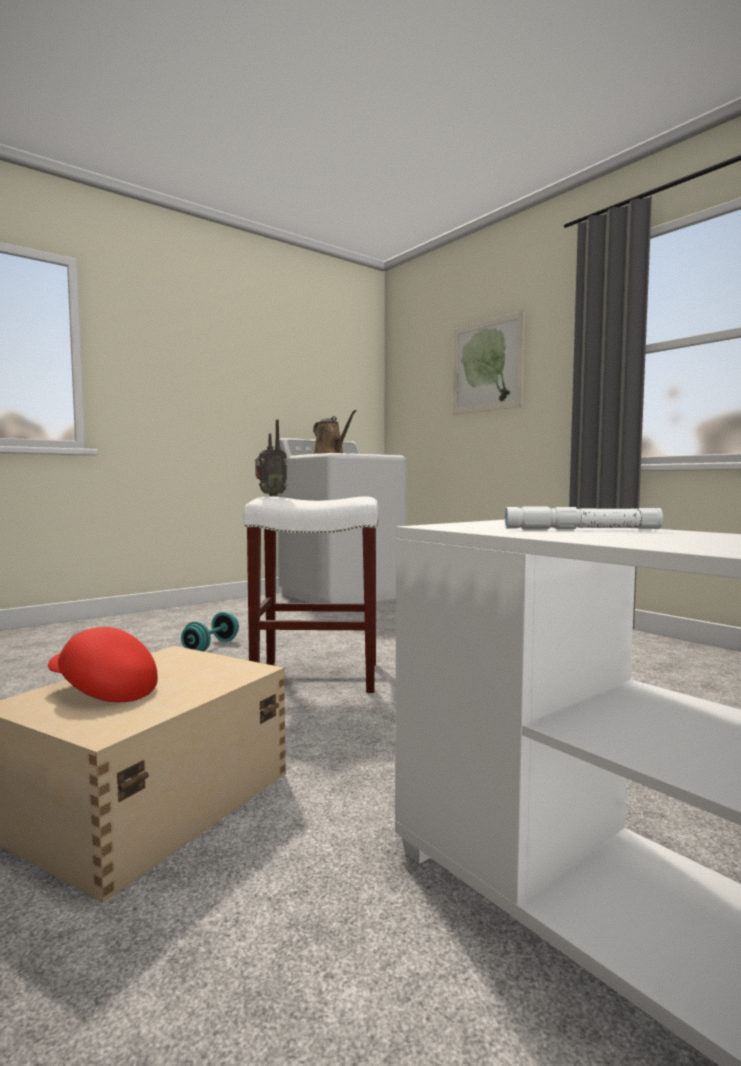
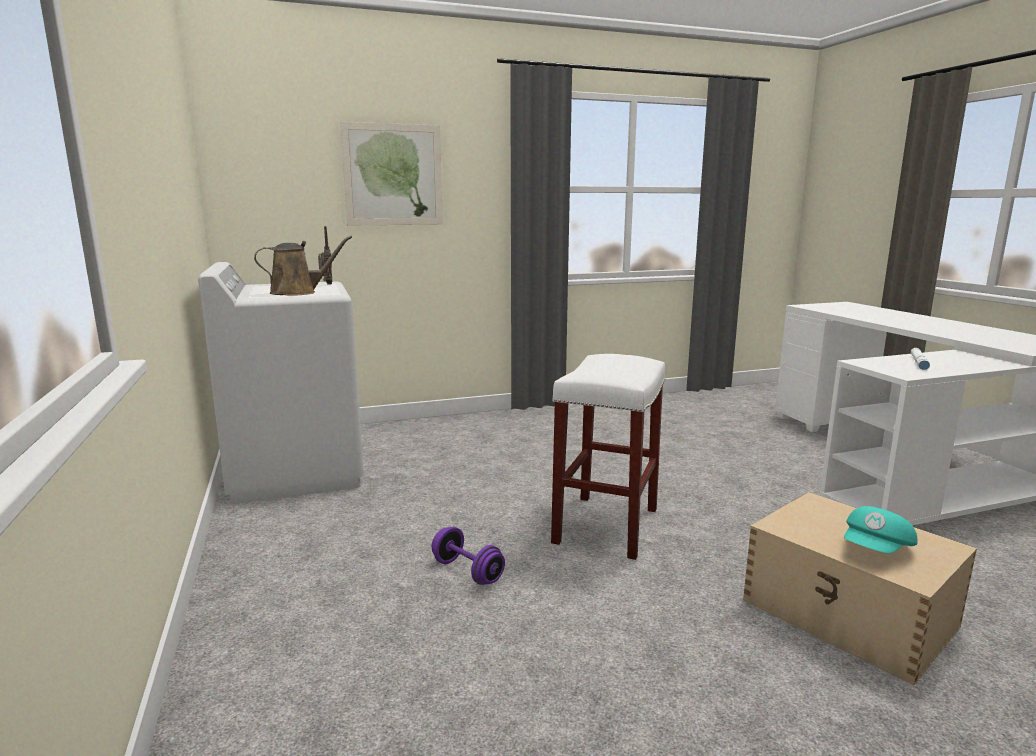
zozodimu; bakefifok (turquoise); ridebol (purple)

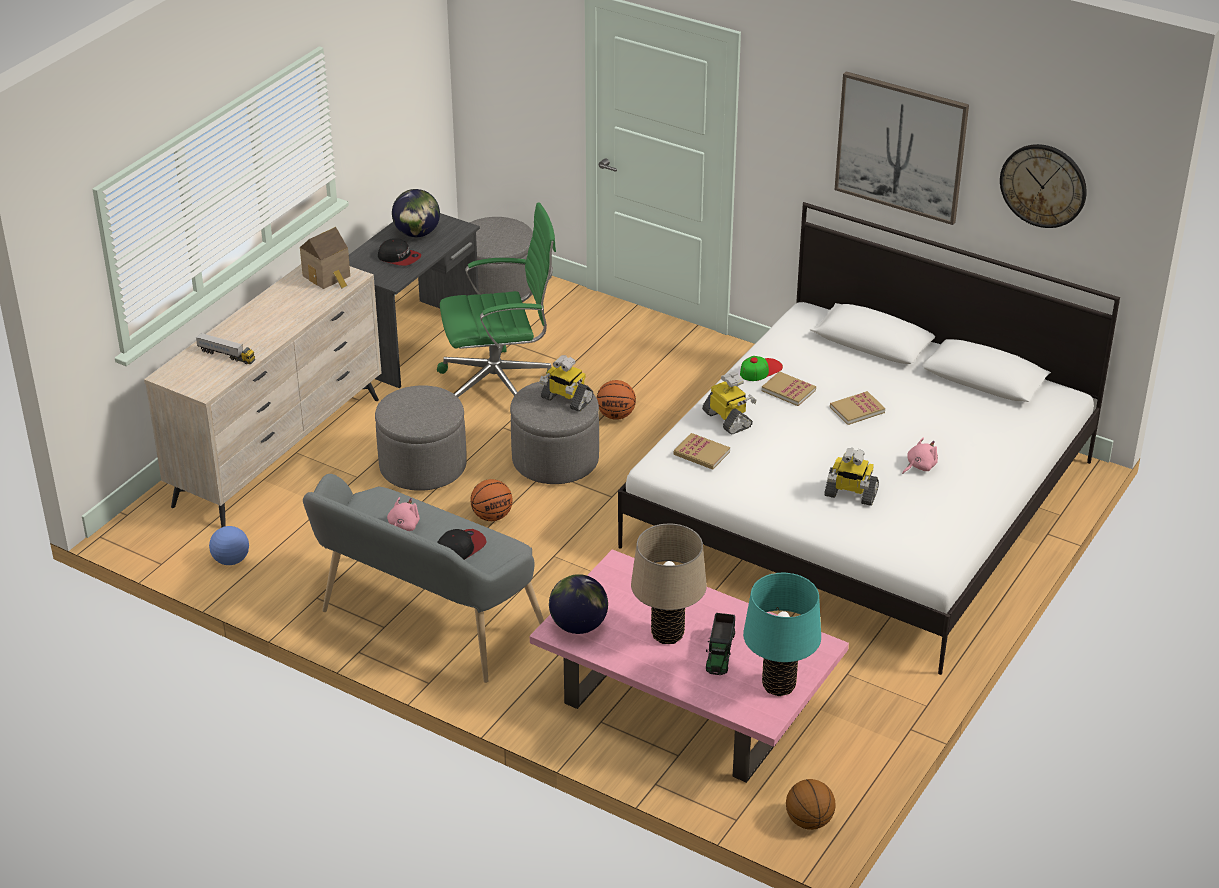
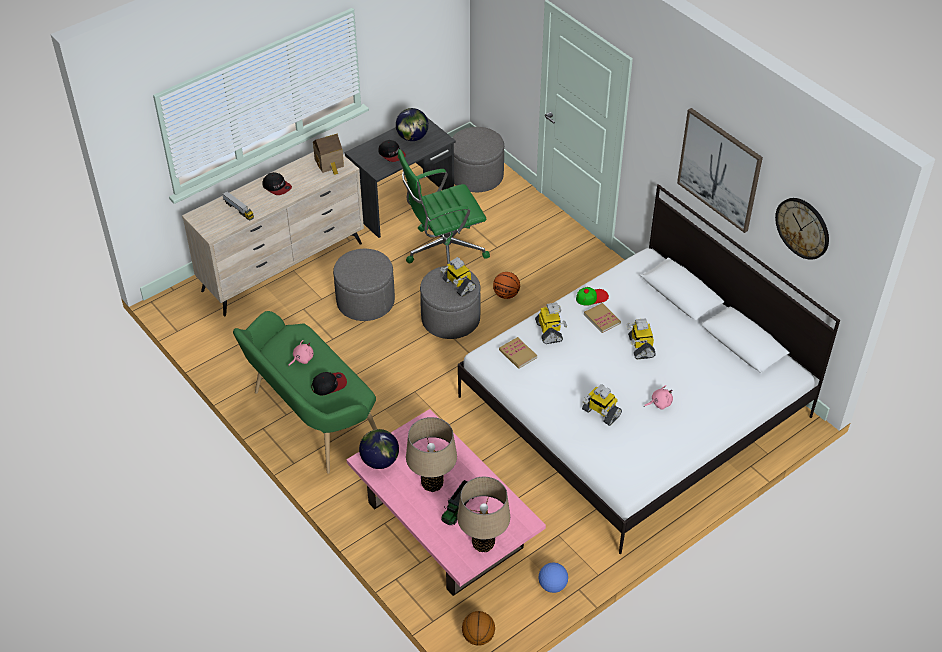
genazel (1st from left in the first image); bakefifok (1st from left); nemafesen; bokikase (4th from left); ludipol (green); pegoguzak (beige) (2nd from left); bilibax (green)

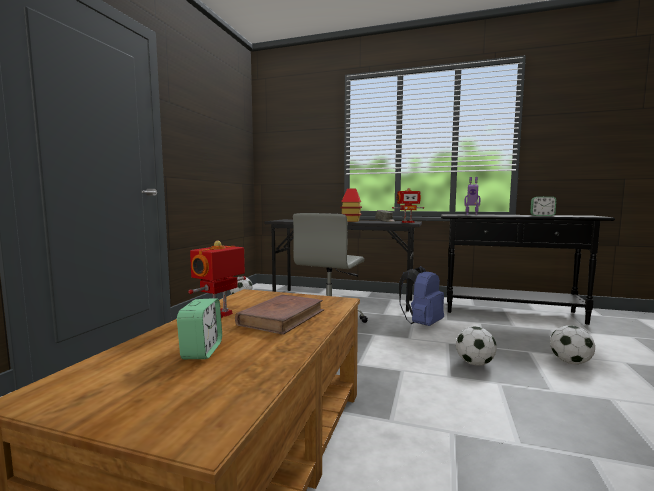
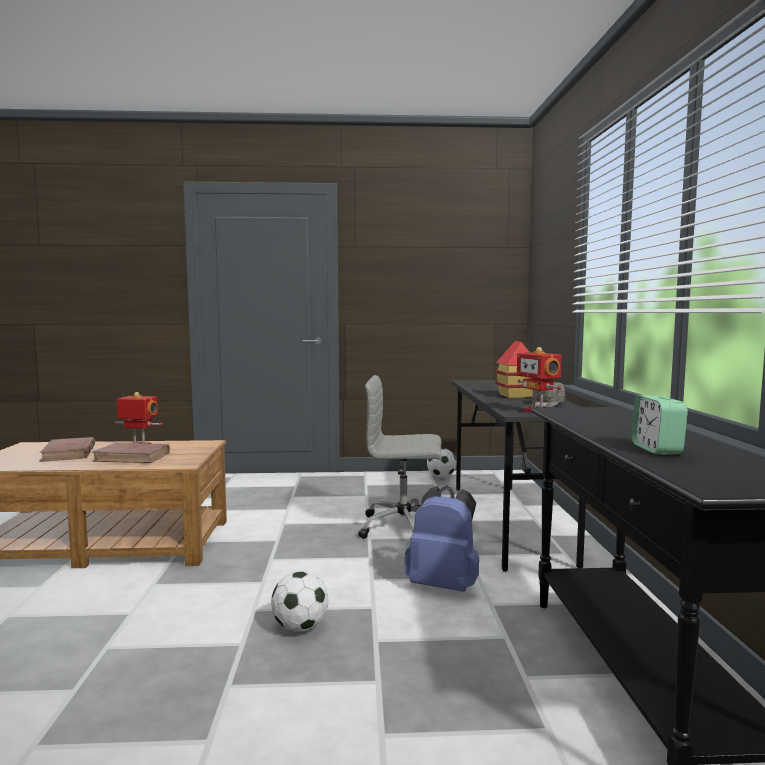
bokikase (3rd from left in the first image); nemafesen (3rd from left in the first image); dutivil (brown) (1st from left)

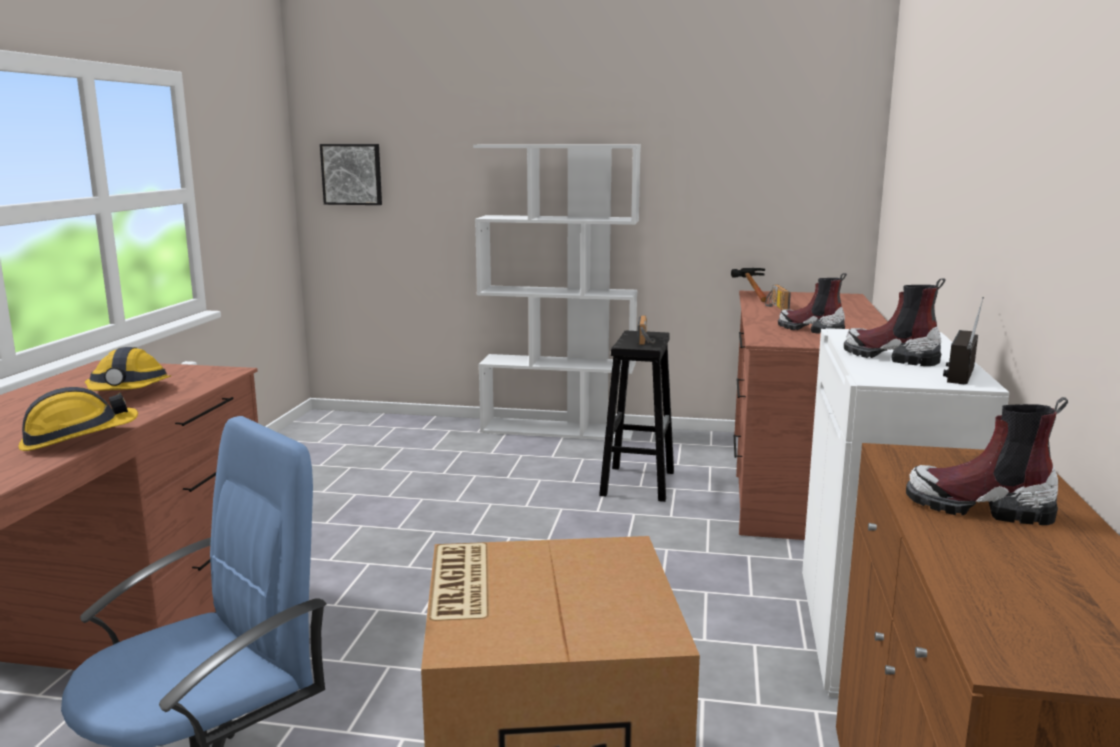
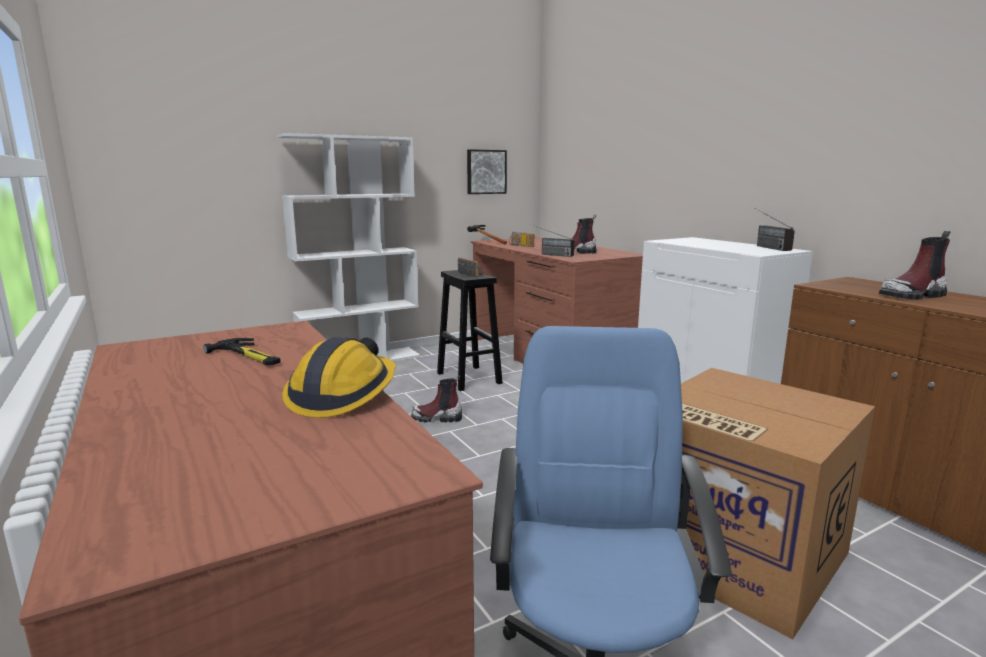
zozodimu (3rd from left); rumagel; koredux (1st from left); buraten (1st from left)

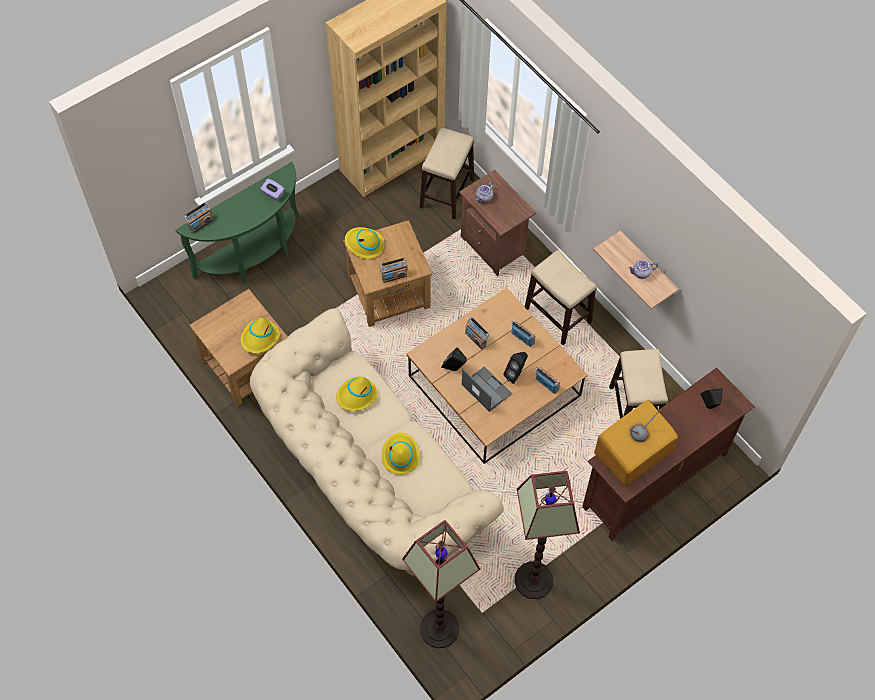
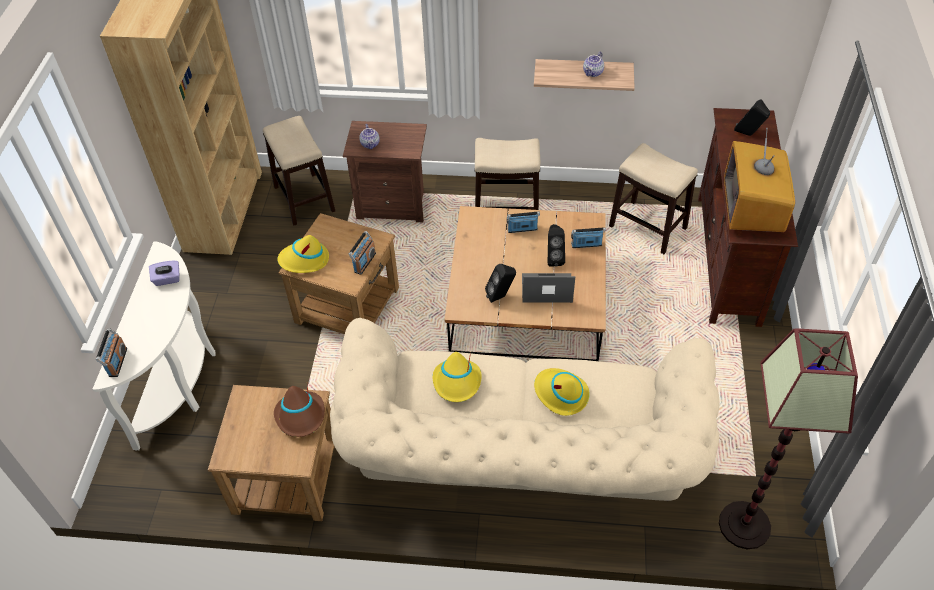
zozodimu (3rd from left in the first image); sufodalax (2nd from left in the first image); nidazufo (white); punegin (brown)

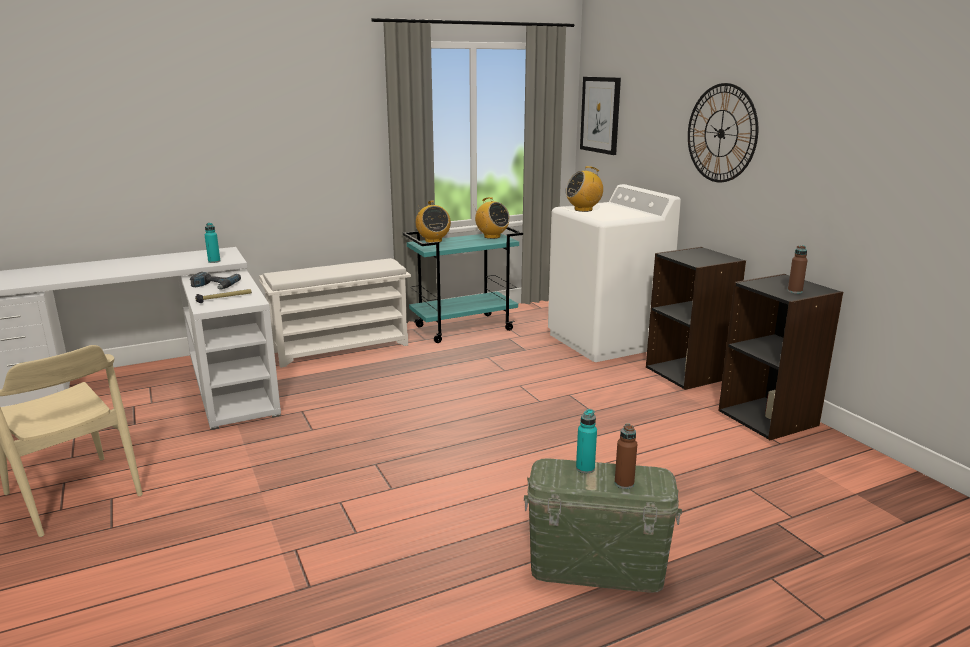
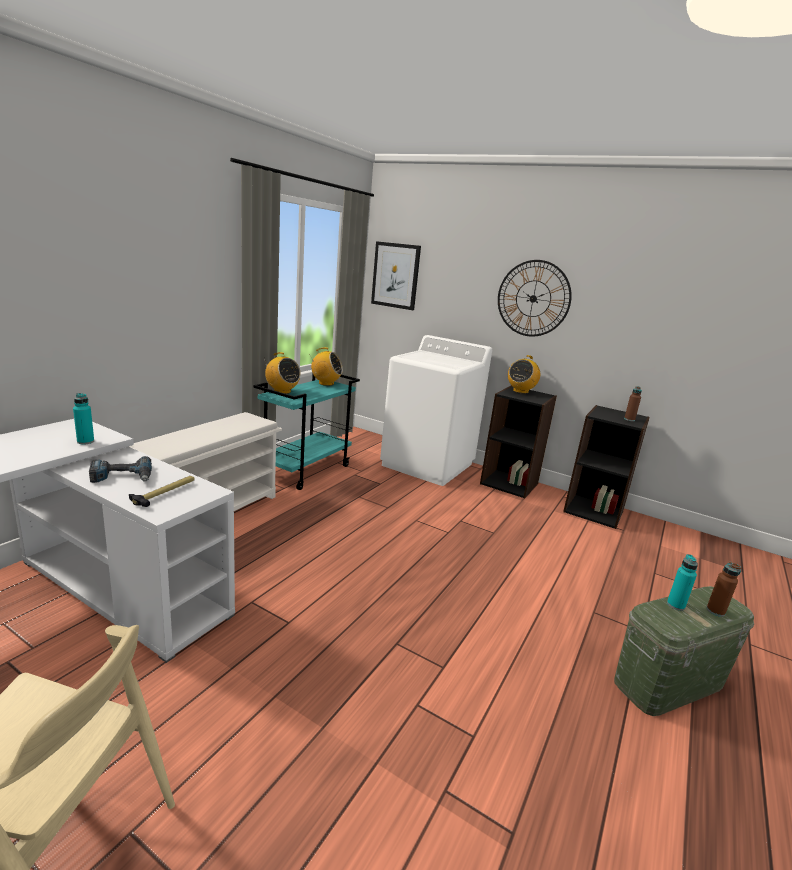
zozodimu (3rd from left)

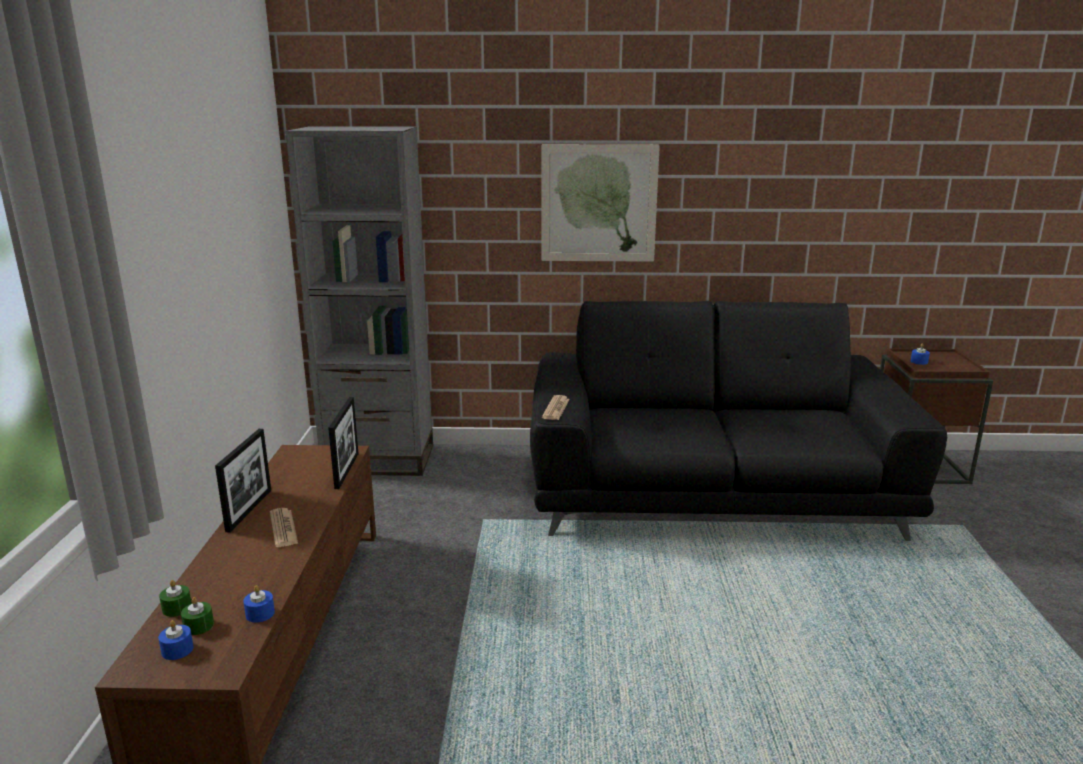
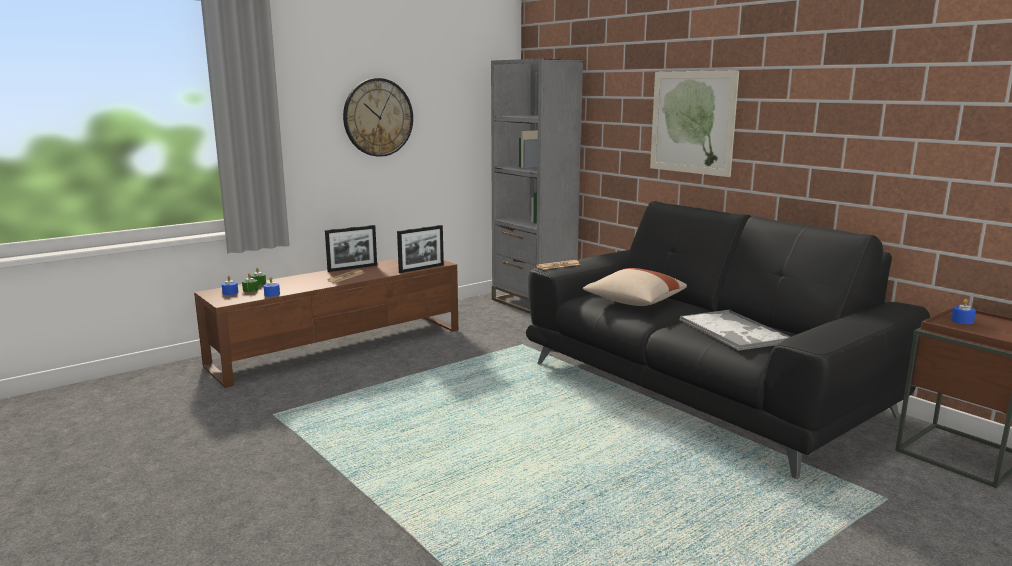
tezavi; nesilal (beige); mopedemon

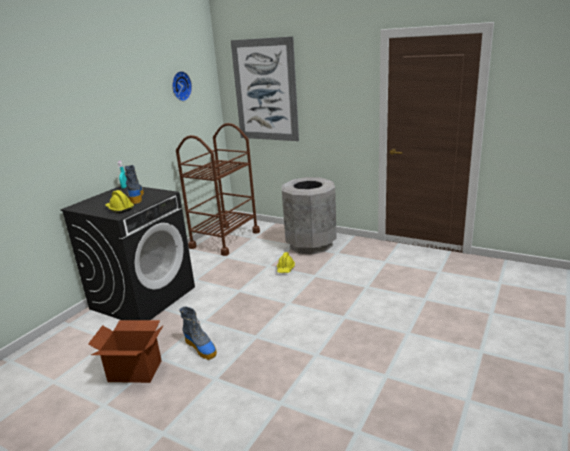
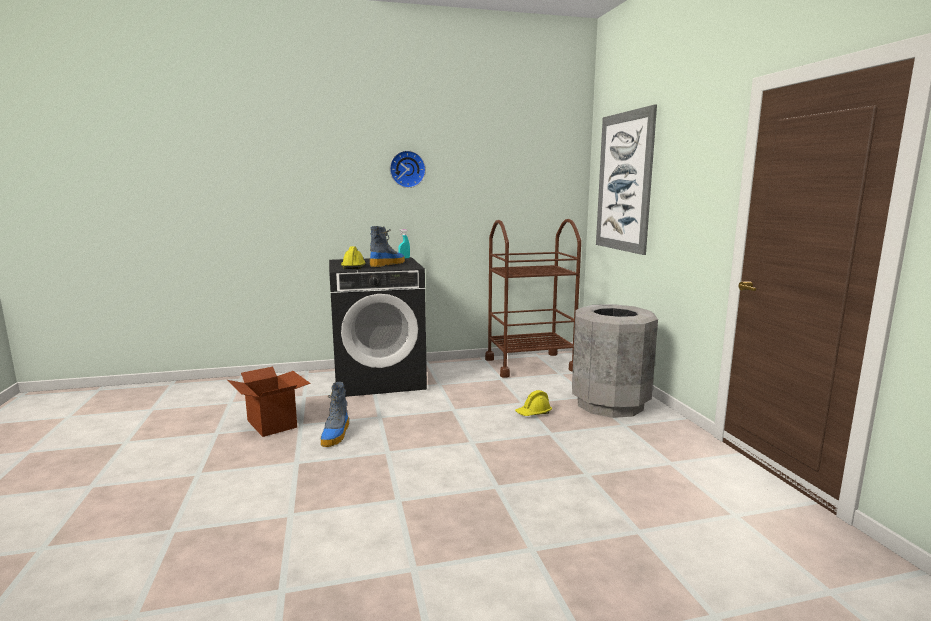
tezavi

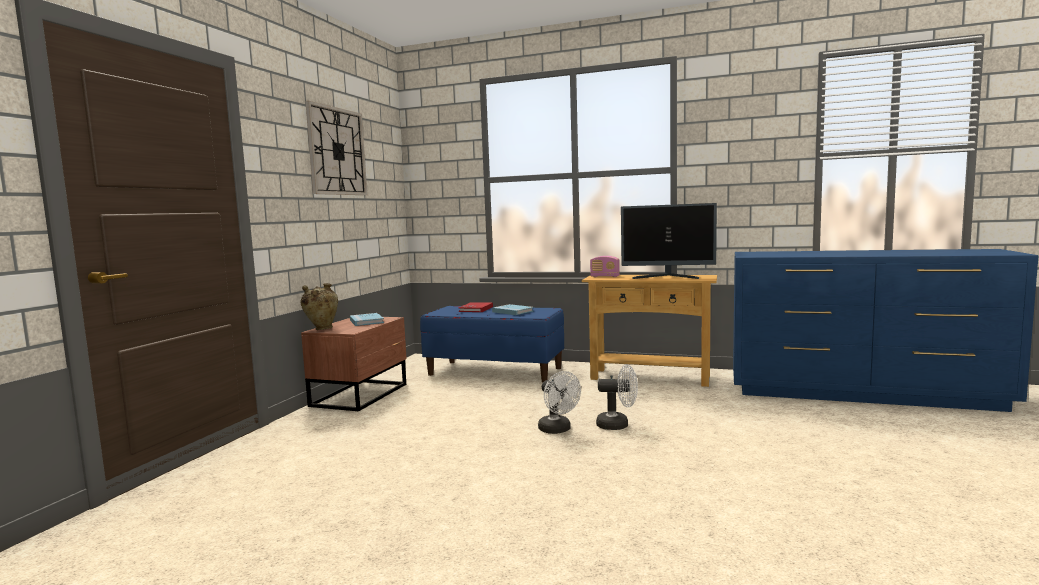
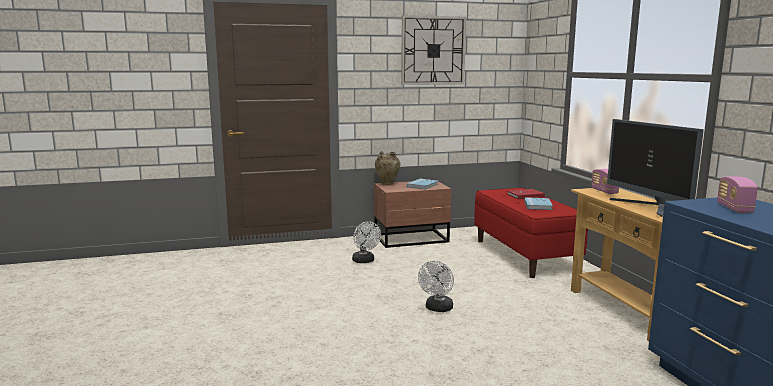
zozodimu (2nd from left); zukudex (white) (1st from left); ludipol (red)

